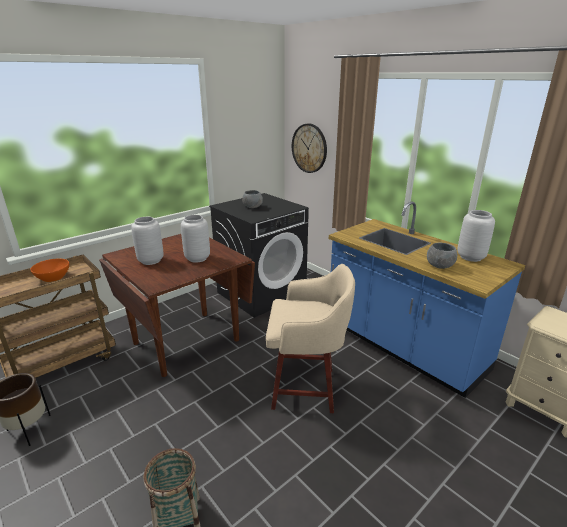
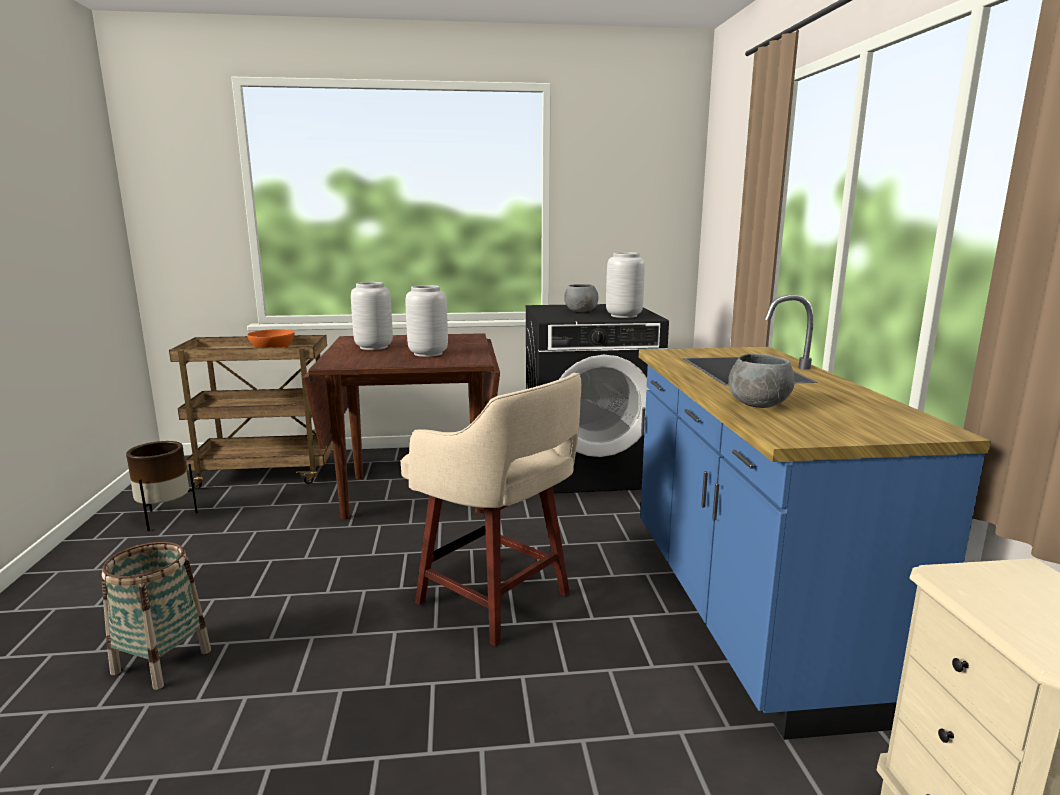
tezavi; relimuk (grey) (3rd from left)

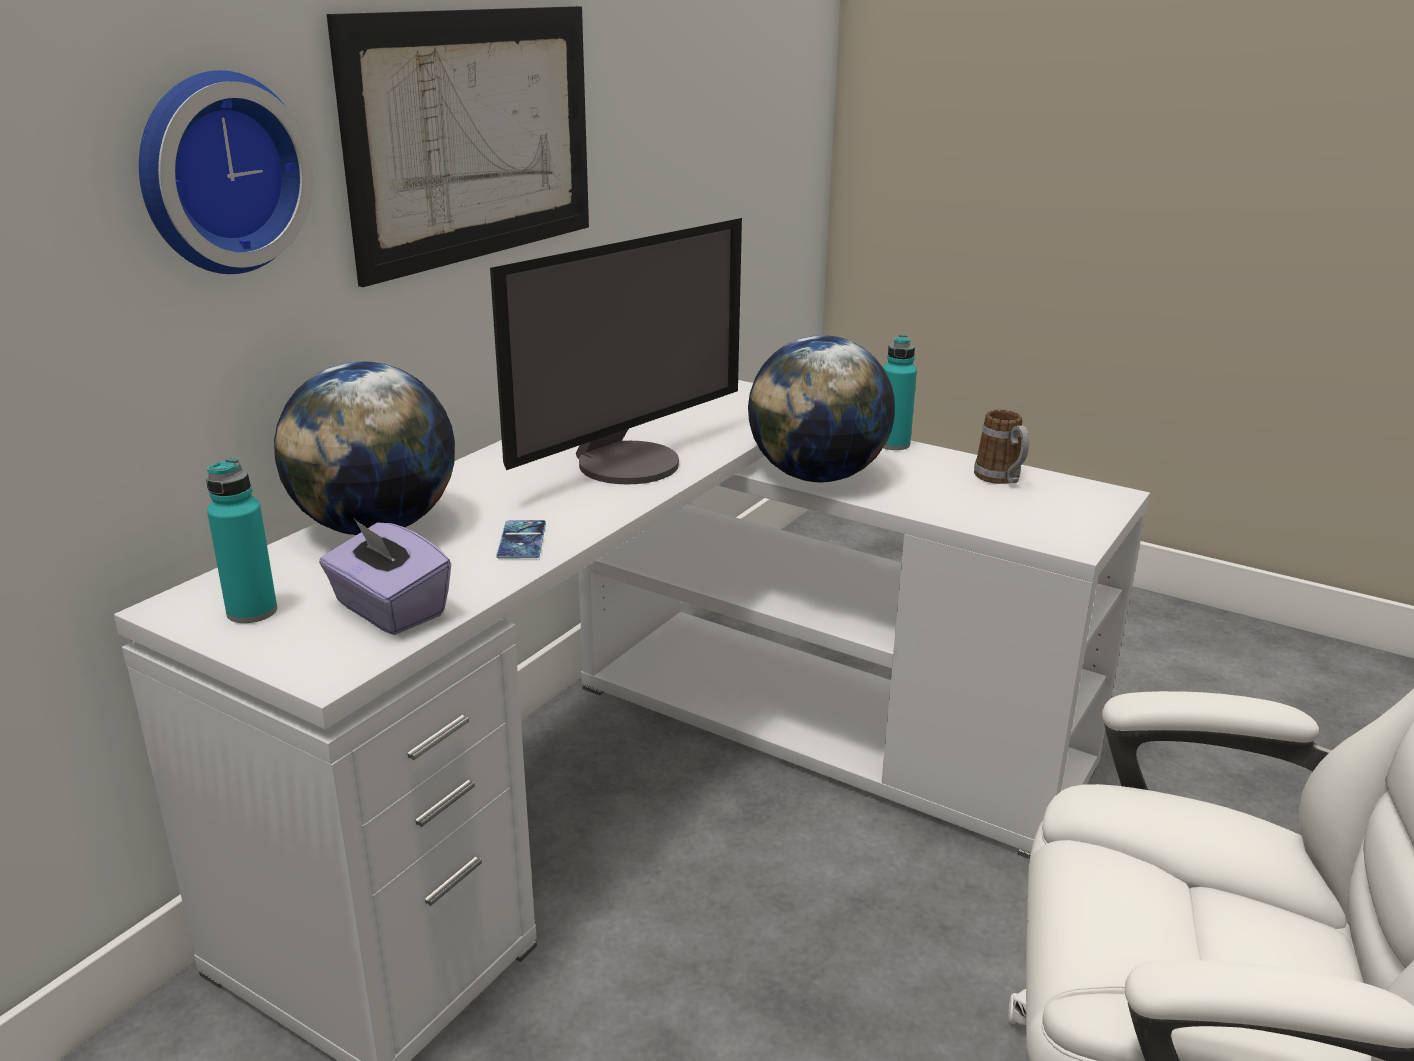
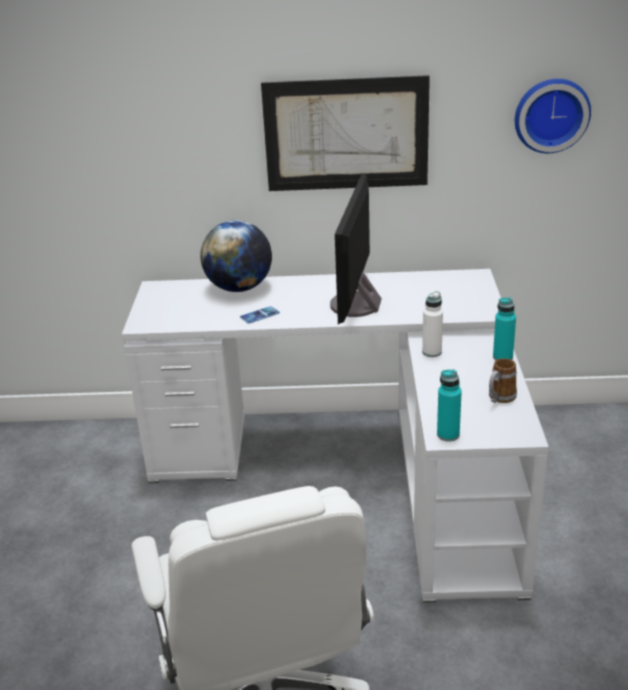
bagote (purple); tezavi; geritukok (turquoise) (1st from left); geritukok (white); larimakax

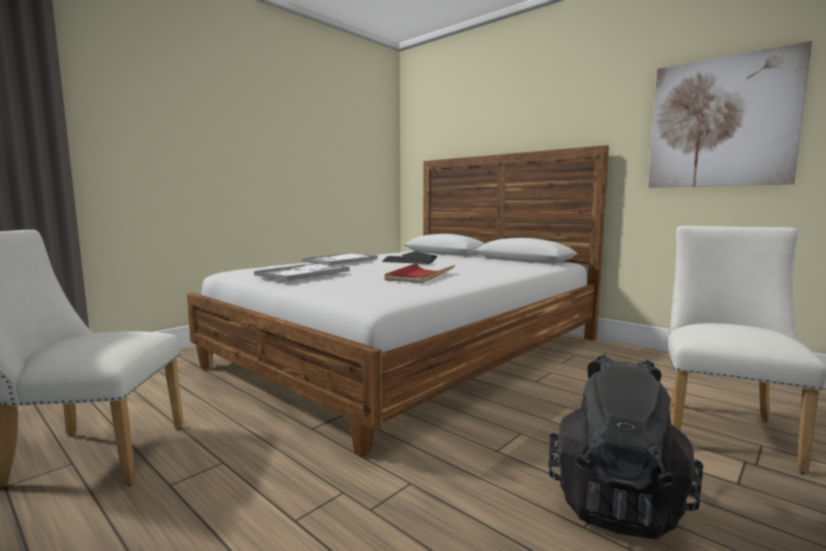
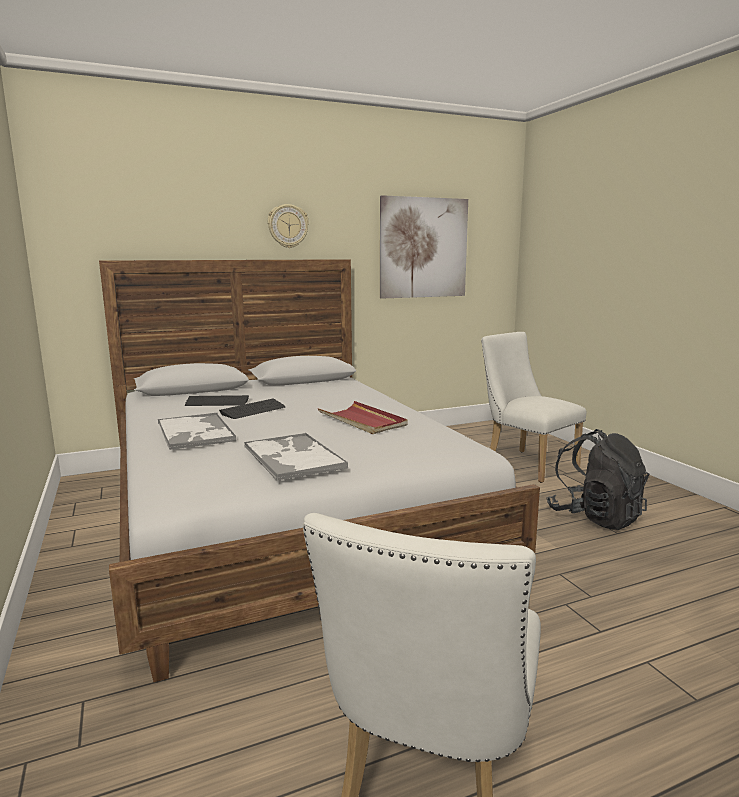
tezavi

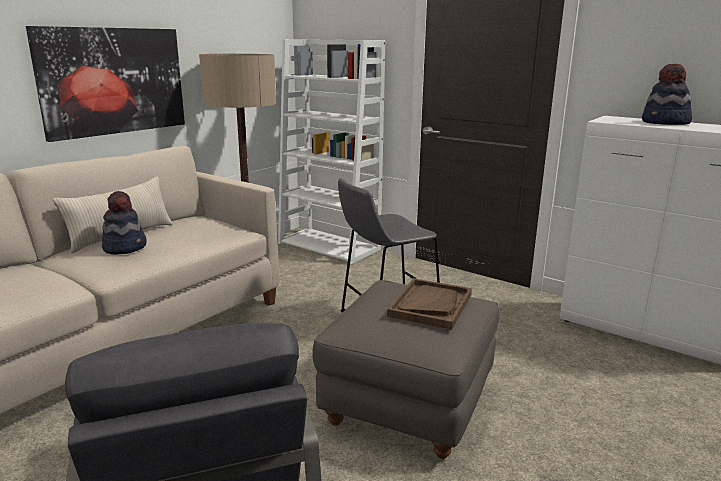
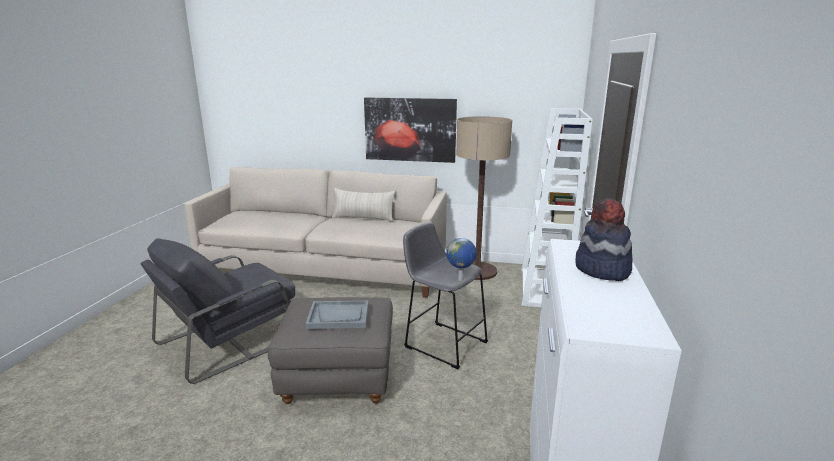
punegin (1st from left in the first image); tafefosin; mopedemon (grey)

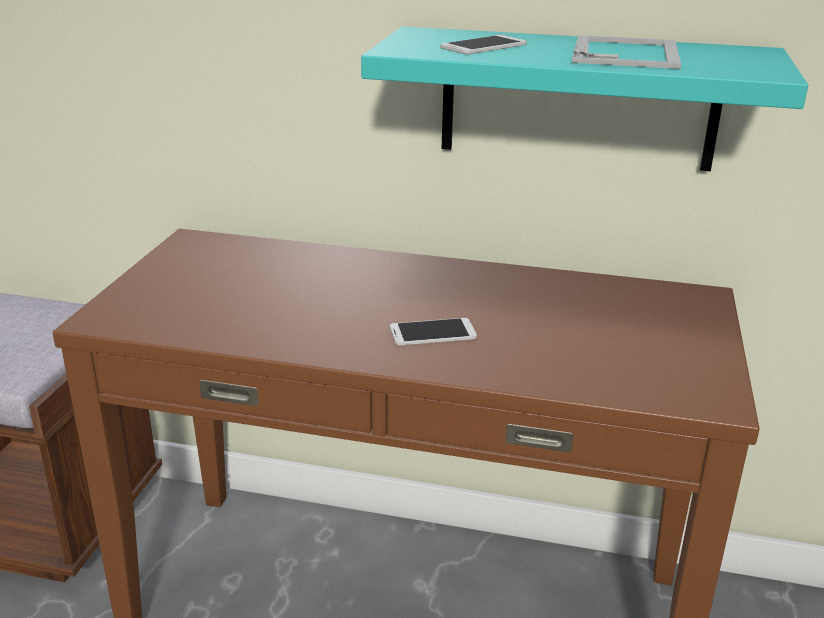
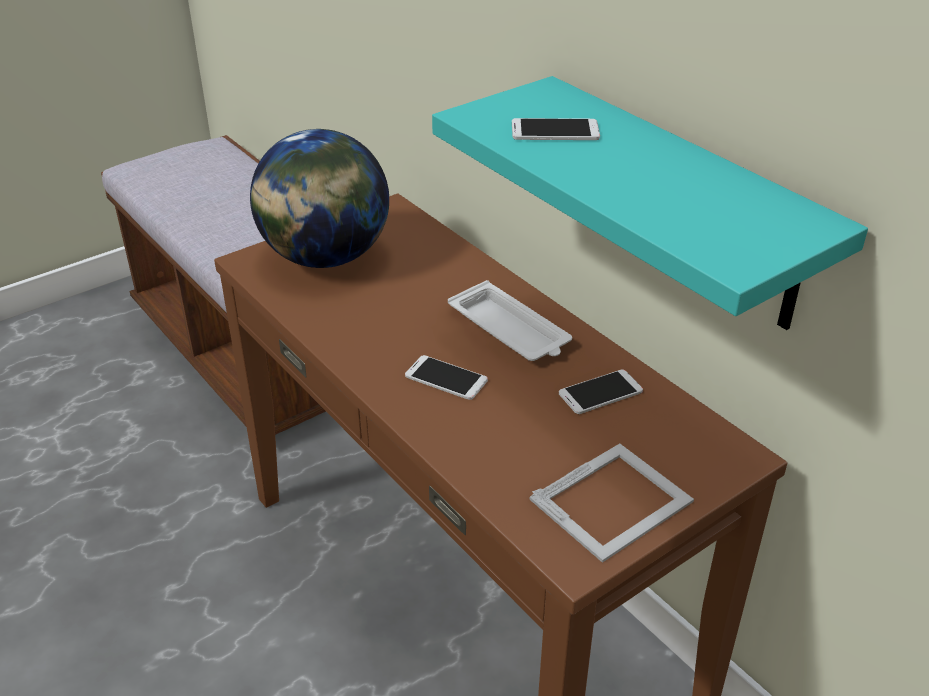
tafefosin; mopedemon (white); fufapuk (3rd from left); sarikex

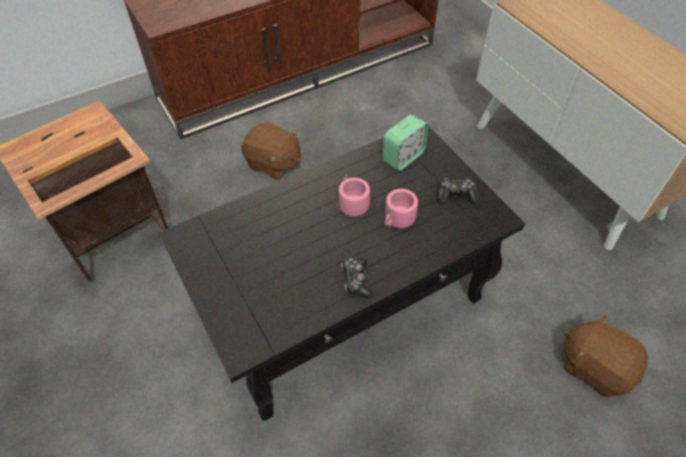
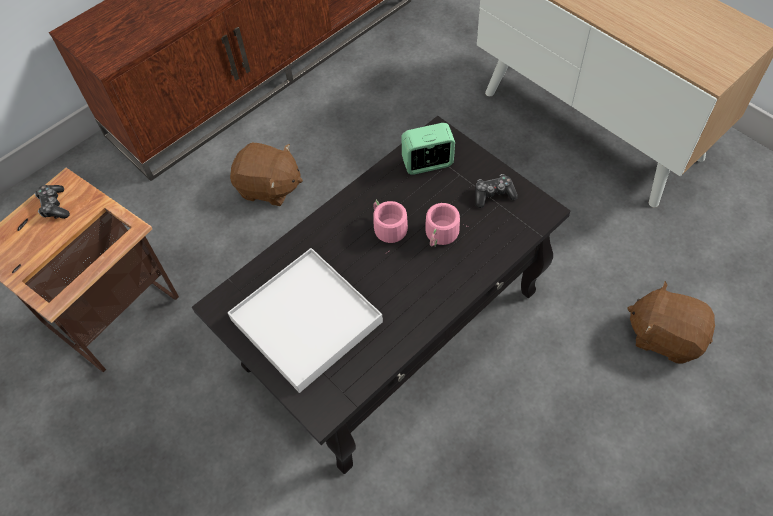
mopedemon (white); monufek (1st from left); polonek

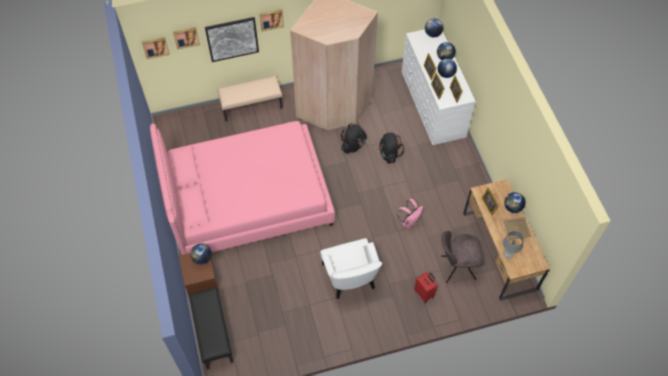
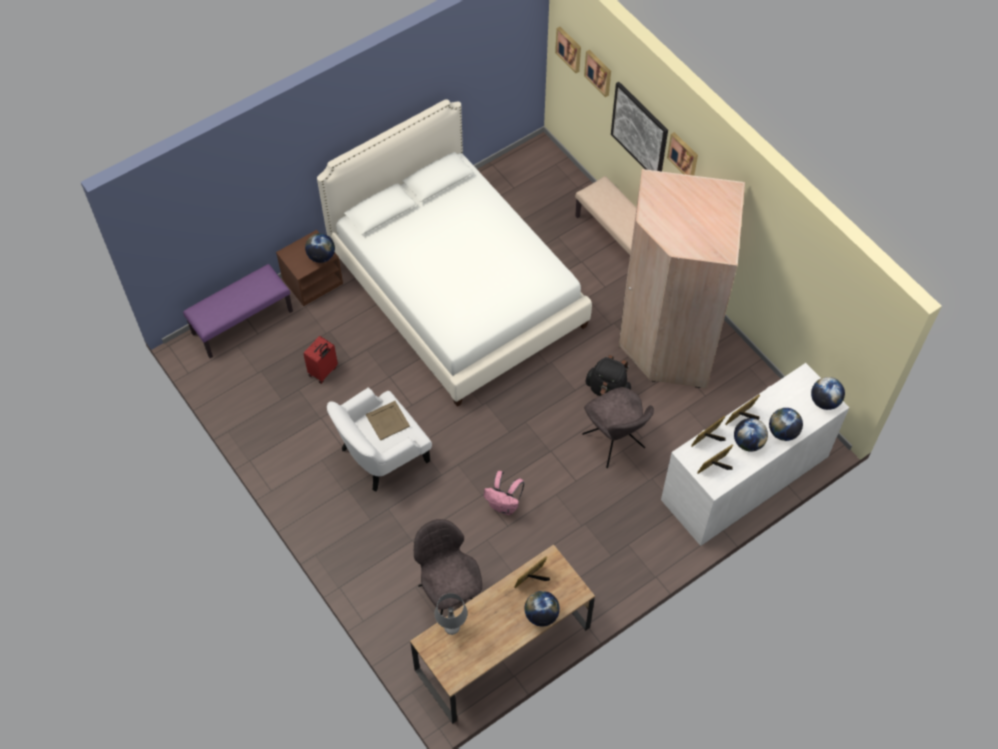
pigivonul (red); mopedemon (beige); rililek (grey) (2nd from left); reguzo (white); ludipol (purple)

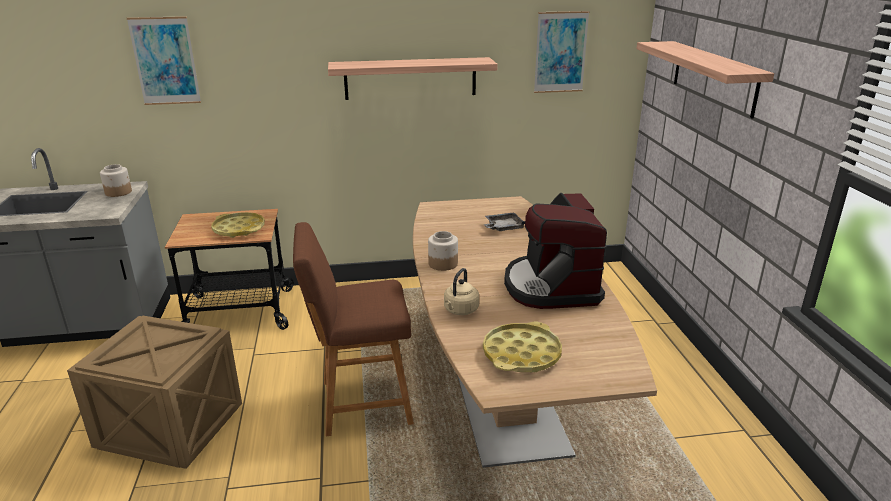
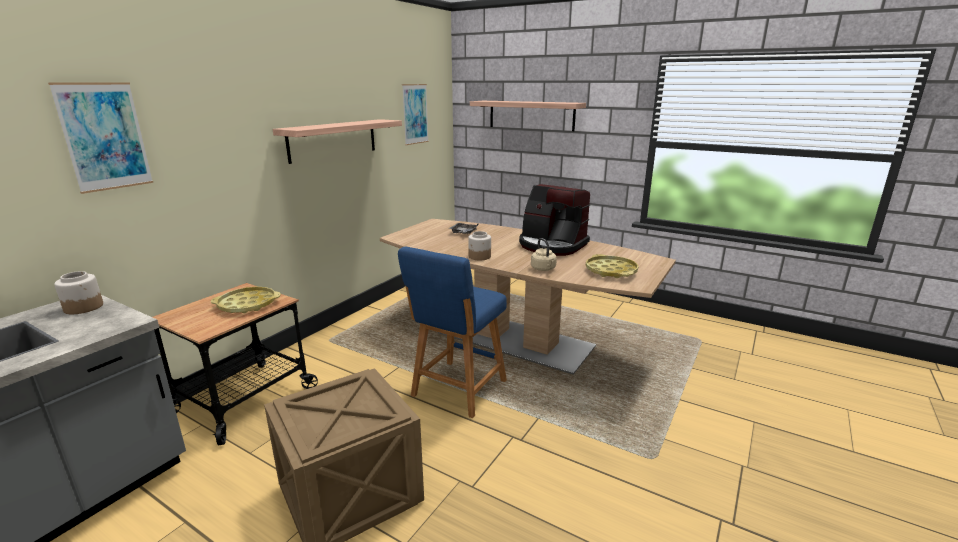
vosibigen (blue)

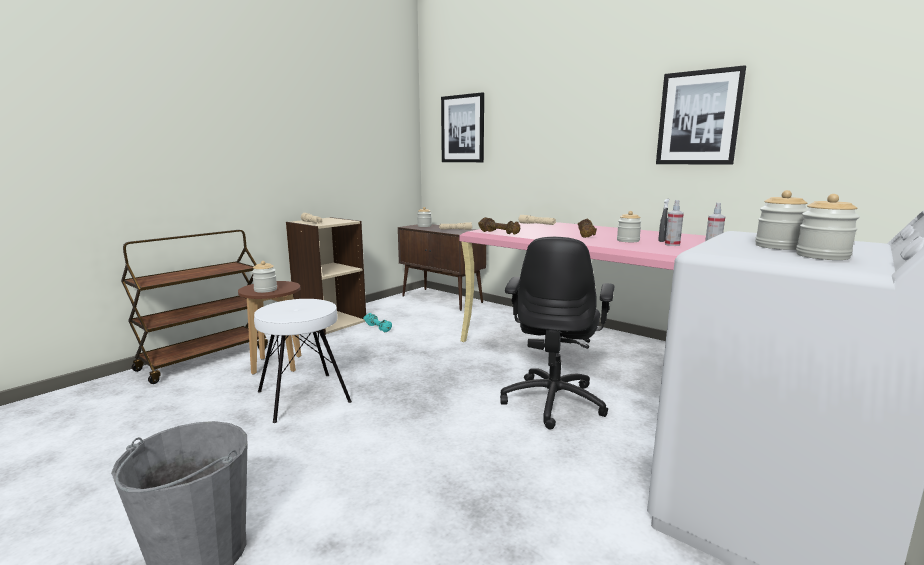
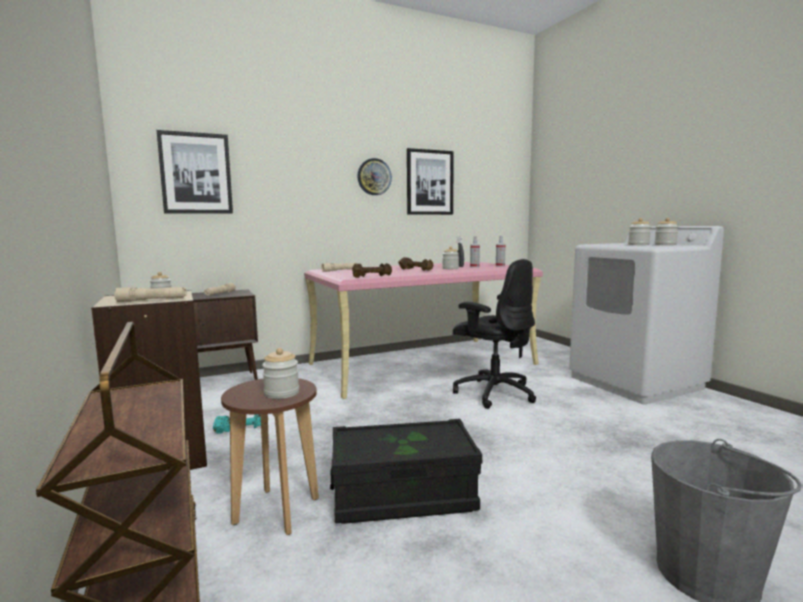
tezavi; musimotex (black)

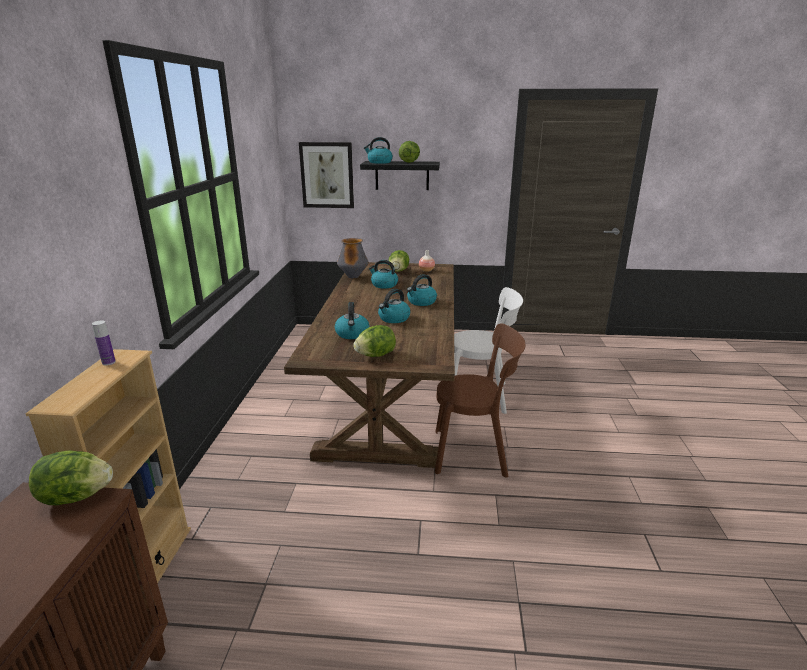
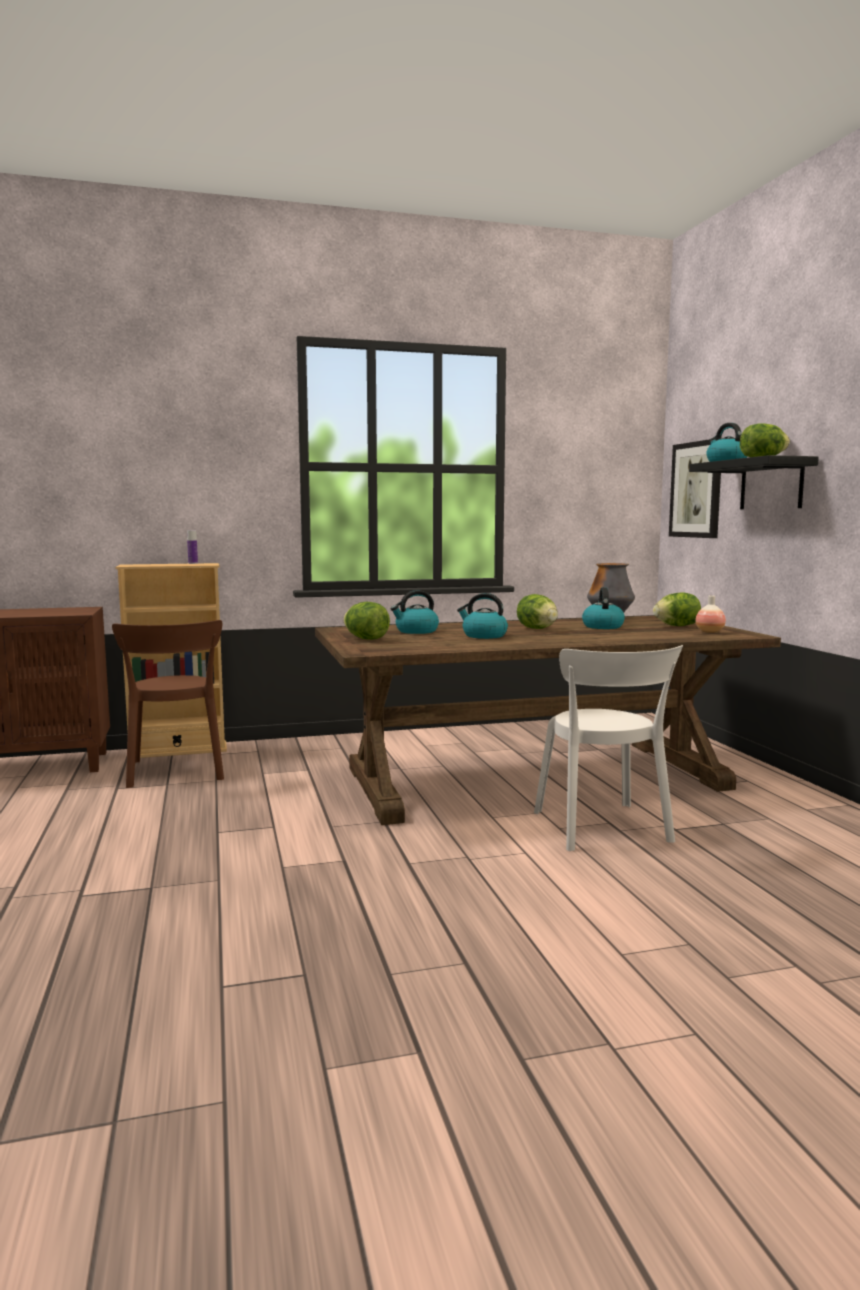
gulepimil (5th from left in the first image); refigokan (2nd from left); rililek (brown)

